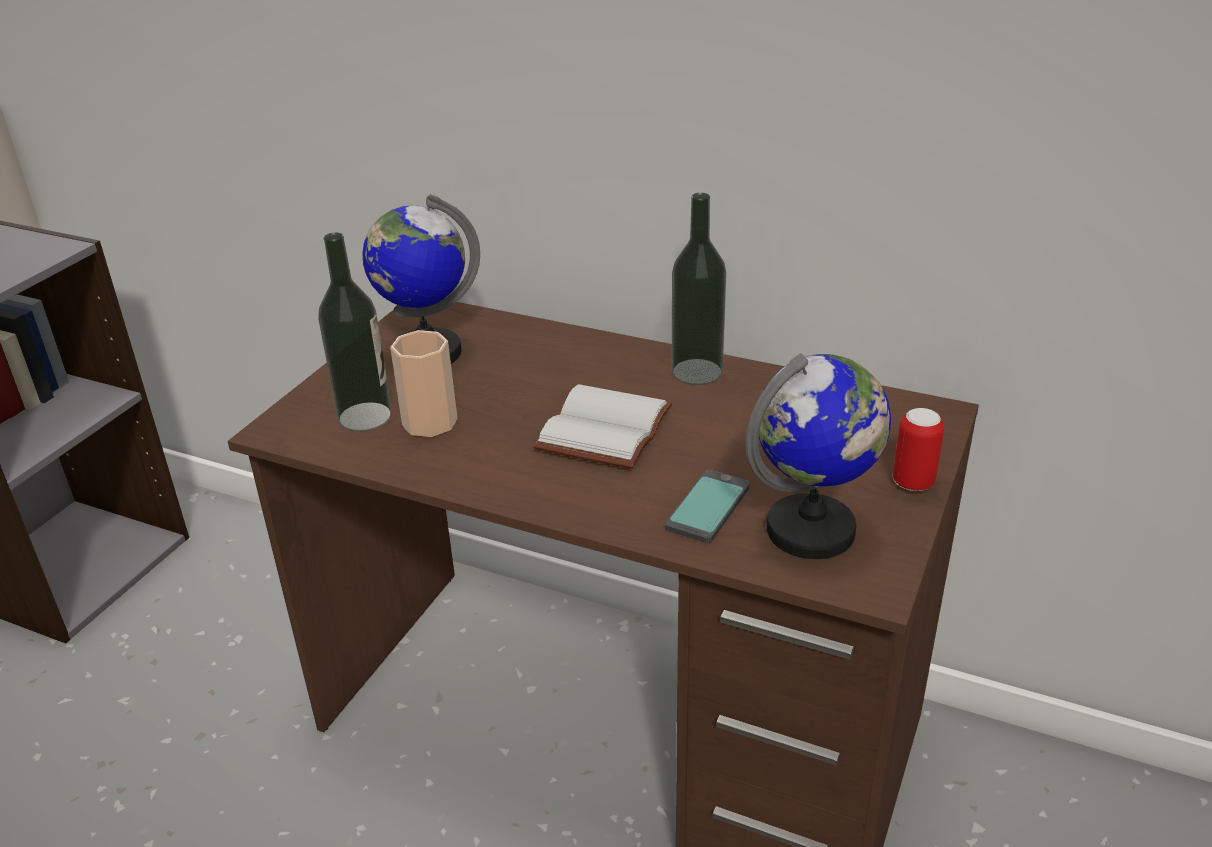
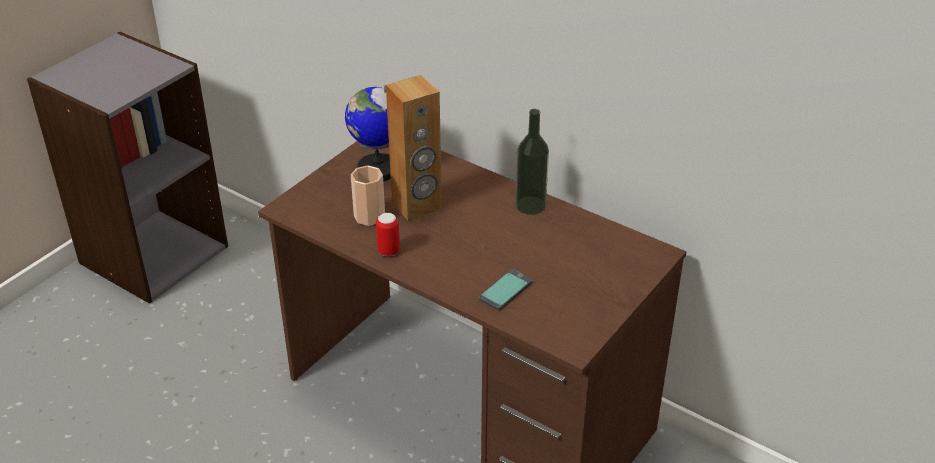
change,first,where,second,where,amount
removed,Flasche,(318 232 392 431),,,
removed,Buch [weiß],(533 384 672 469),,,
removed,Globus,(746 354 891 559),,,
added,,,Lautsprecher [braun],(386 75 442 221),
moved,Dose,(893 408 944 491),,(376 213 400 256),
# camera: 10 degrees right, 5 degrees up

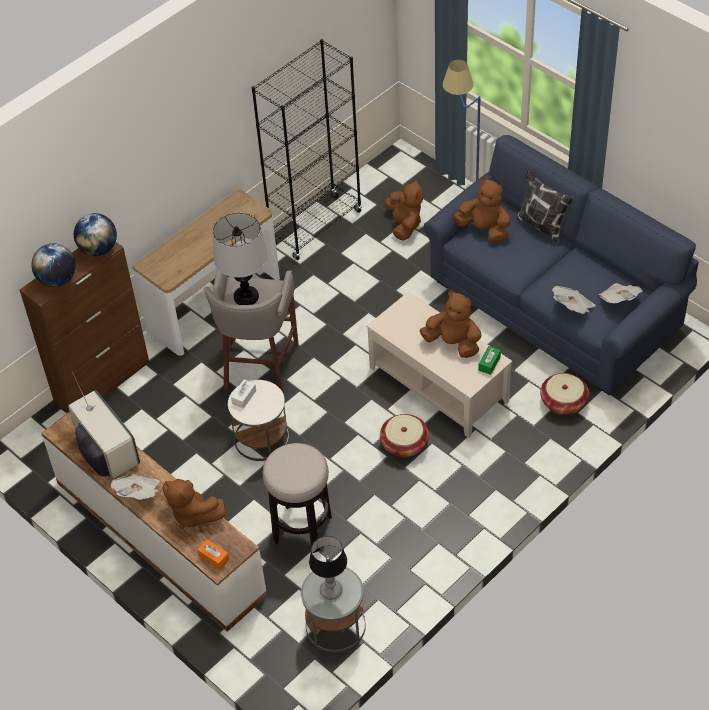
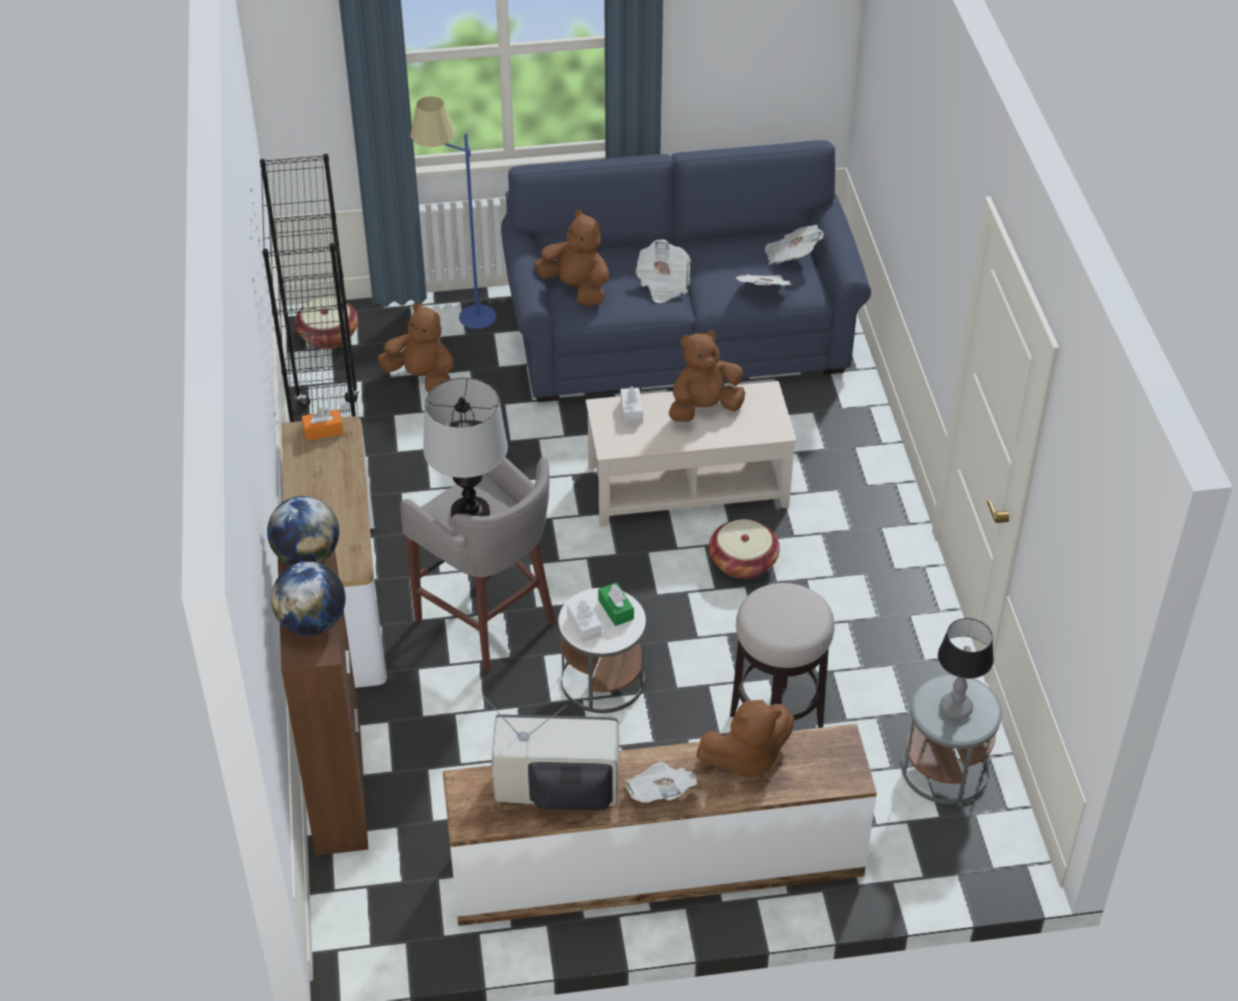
change,first,where,second,where,amount
removed,Kissen,(516 168 574 245),,,
added,,,Taschentuchbox [weiß],(620 386 643 424),
added,,,Zeitung,(635 239 691 303),
moved,Taschentuchbox [orange],(197 540 229 570),,(302 408 344 441),
moved,Taschentuchbox [grün],(478 346 501 375),,(598 582 634 626),
moved,Korb,(540 373 589 415),,(295 297 358 349),
turned,Plüschtier [braun],(453 177 511 243),,(534 210 609 306),60 degrees clockwise
# camera: 55 degrees left, 5 degrees down

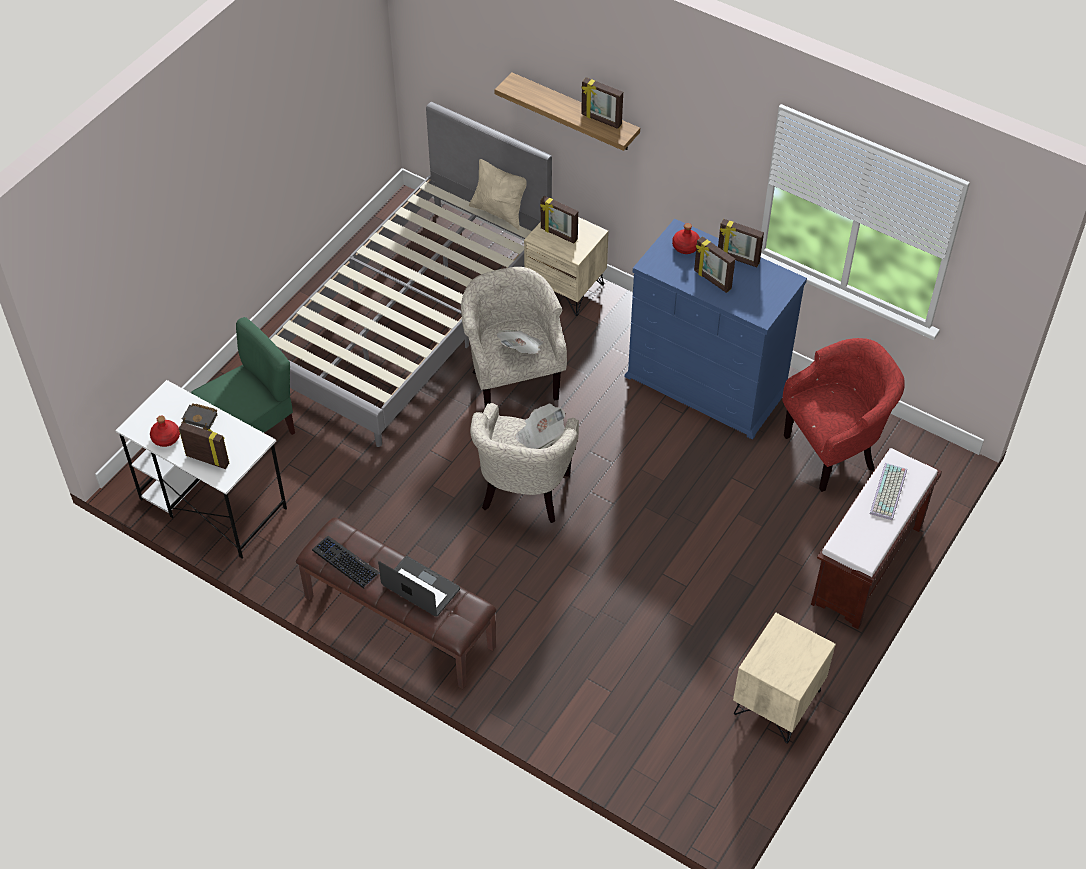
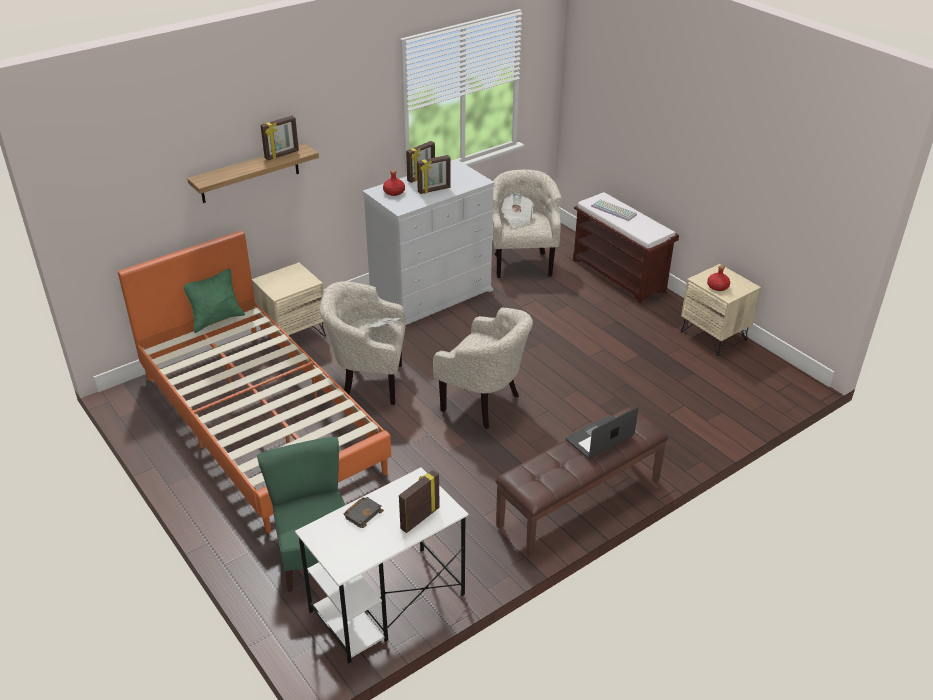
change,first,where,second,where,amount
removed,Tastatur,(312 536 380 589),,,
removed,Bilderrahmen,(540 196 578 244),,,
moved,Flasche [rot],(150 416 180 447),,(707 265 730 291),
moved,Zeitung,(515 404 566 449),,(501 193 534 227),
recoloured,Bett [grau],(269 102 552 447),Bett [orange],(118 231 391 533),
recoloured,Kissen [beige],(469 159 527 230),Kissen [grün],(184 268 245 333),
recoloured,Kommode [blau],(624 219 807 440),Kommode [weiß],(363 159 495 325),
recoloured,Sessel [rot],(782 338 905 492),Sessel [beige],(492 170 562 278),
# camera: 70 degrees left, 15 degrees down

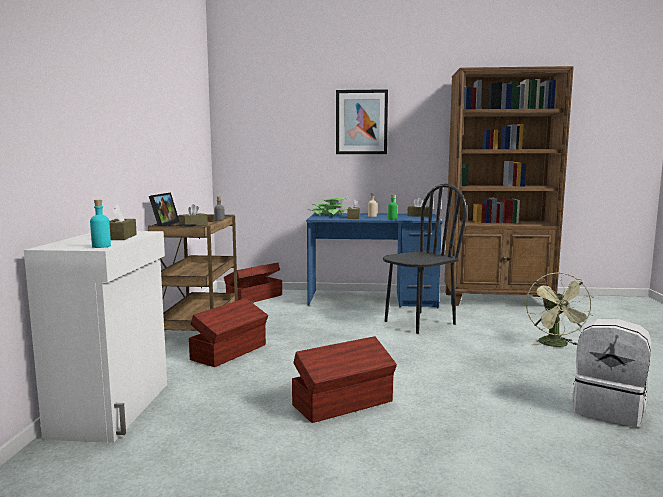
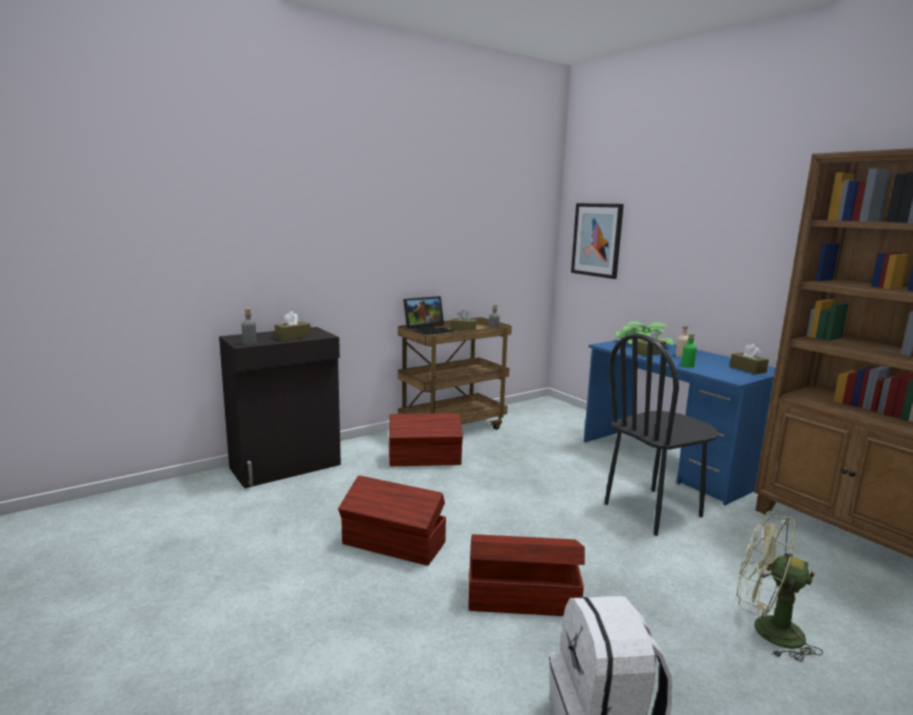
change,first,where,second,where,amount
moved,Aufbewahrungsbox [braun],(224 263 282 303),,(469 534 585 616),
moved,Bild,(336 89 388 154),,(571 203 624 279),
recoloured,Schrank [weiß],(24 231 167 443),Schrank [schwarz],(219 327 341 488),
recoloured,Flasche [türkis],(90 200 111 248),Flasche [grau],(242 308 257 345),
turned,Stuhl [schwarz],(383 184 467 334),,(604 333 718 536),135 degrees clockwise
turned,Ventilator [grün],(526 273 594 347),,(737 511 823 662),60 degrees clockwise
# camera: 50 degrees right, 5 degrees up

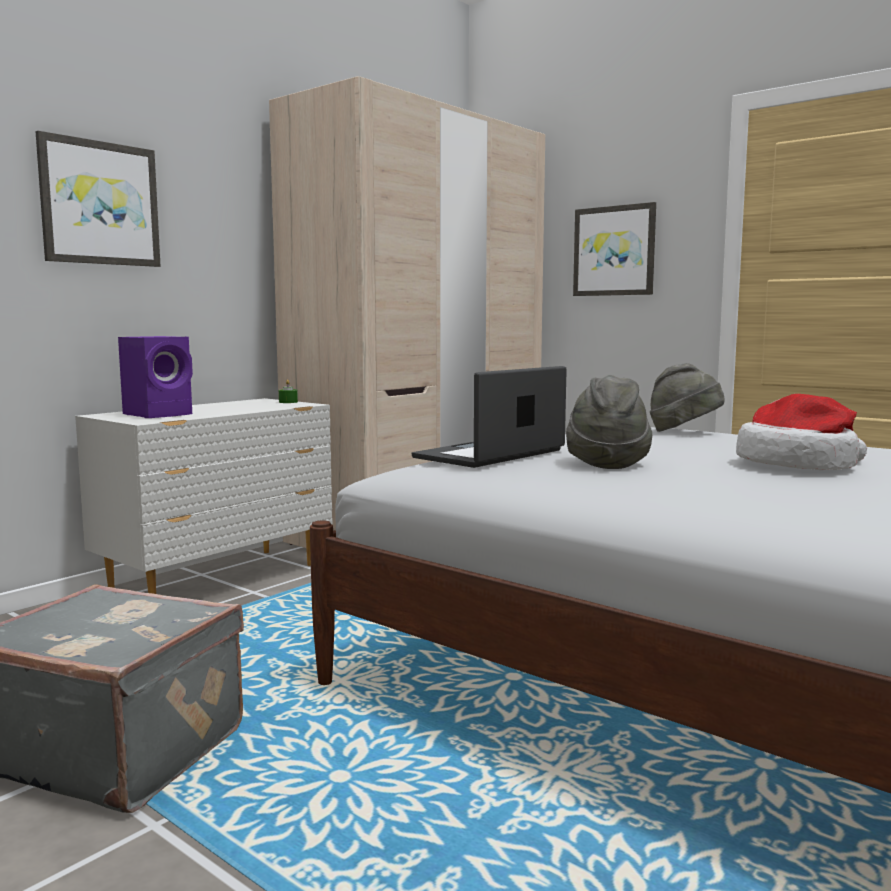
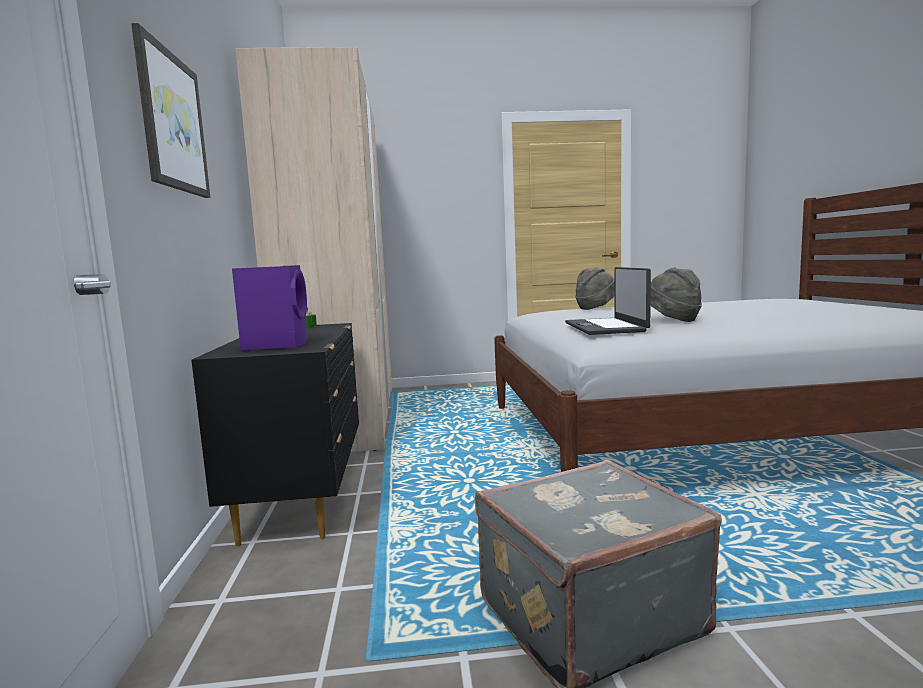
change,first,where,second,where,amount
removed,Bild,(573 202 656 296),,,
removed,Hut,(736 394 867 470),,,
recoloured,Kommode [weiß],(75 398 332 594),Kommode [schwarz],(191 323 359 546),
# camera: 45 degrees left, 0 degrees up

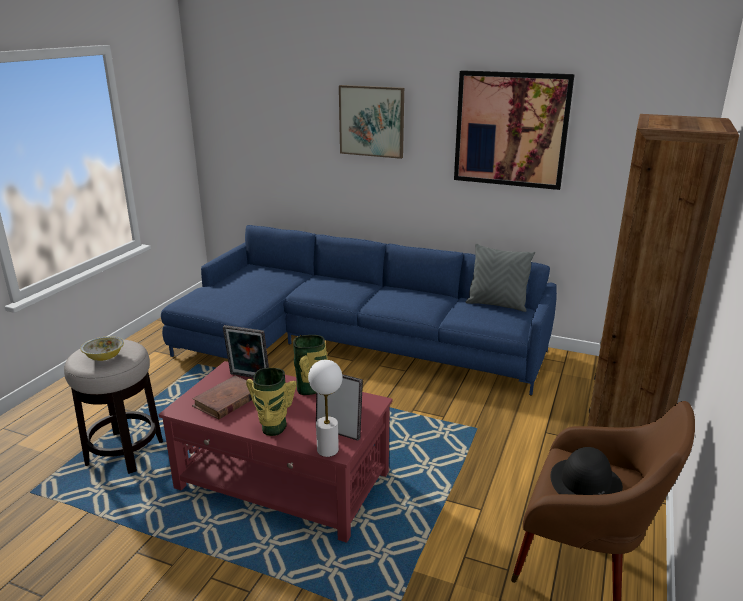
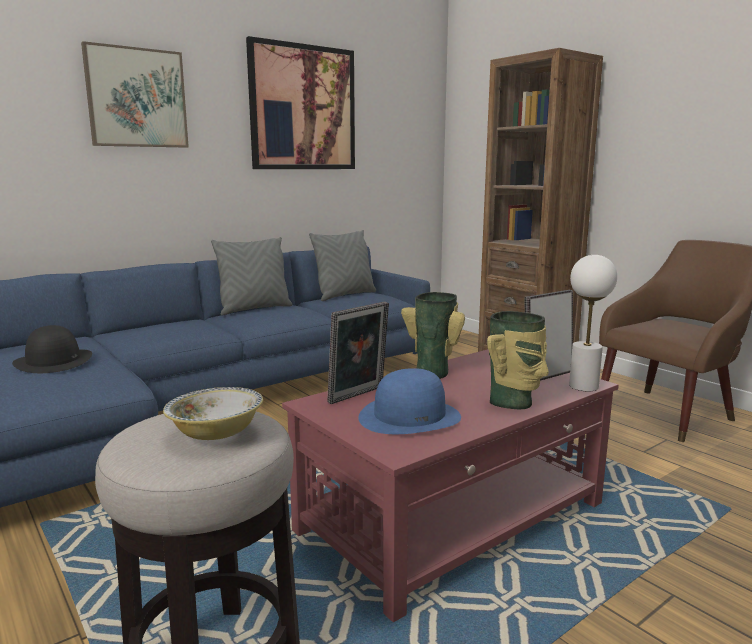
change,first,where,second,where,amount
added,,,Kissen [grau],(211 237 293 315),
moved,Hut [schwarz],(551 447 623 495),,(12 325 92 373),
replaced,Buch [braun],(192 376 252 419),Hut [blau],(358 368 461 434),
# camera: 60 degrees left, 10 degrees down

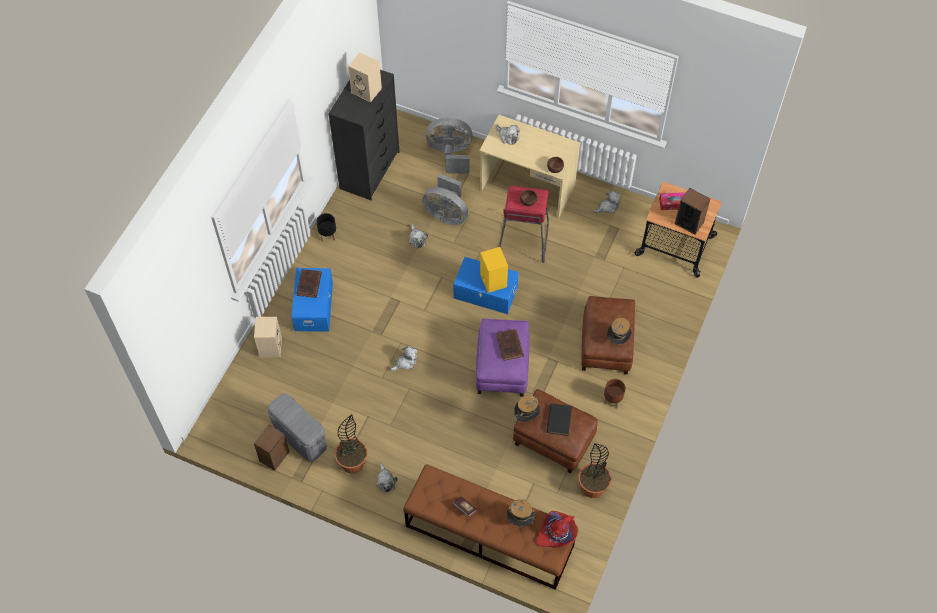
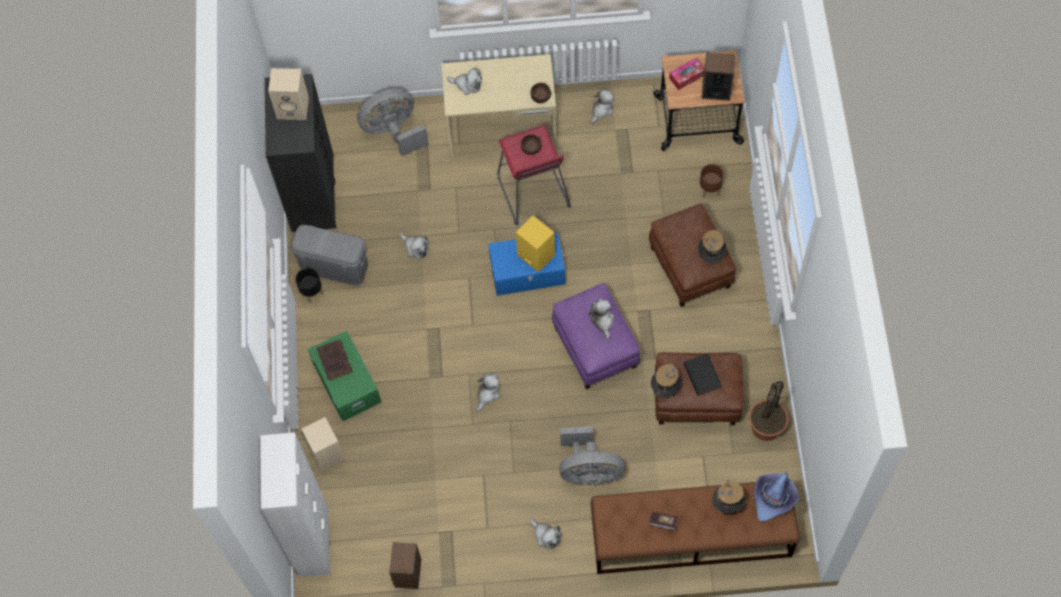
change,first,where,second,where,amount
removed,Topfpflanze,(335 414 367 473),,,
added,,,Schrank [weiß],(260 432 330 577),
moved,Aufbewahrungsbox [grau],(267 394 327 462),,(290 225 368 285),
moved,Ventilator [grau],(422 174 468 225),,(559 427 625 486),
moved,Pflanzkübel [braun],(604 379 626 408),,(700 164 724 197),
replaced,Buch [braun],(496 329 524 361),Plüschtier,(589 299 614 340),
recoloured,Aufbewahrungsbox [blau],(291 268 333 332),Aufbewahrungsbox [grün],(308 331 381 421),
recoloured,Hut [rot],(536 511 577 547),Hut [lila],(754 472 799 522),
# camera: 25 degrees left, 5 degrees up

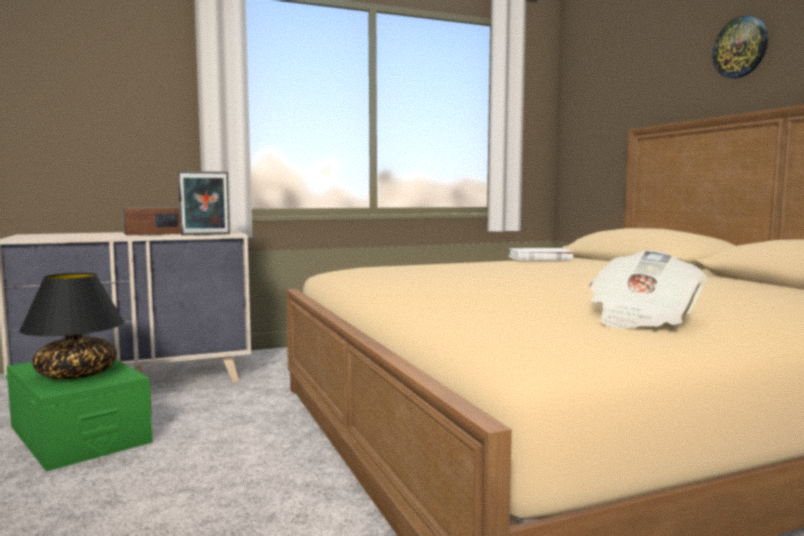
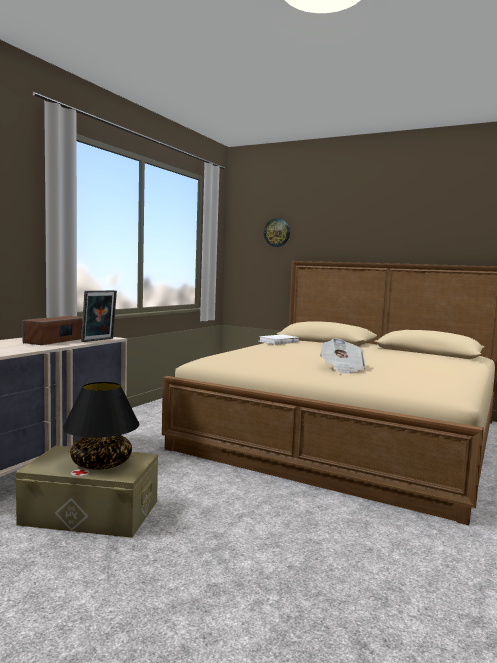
change,first,where,second,where,amount
moved,Zeitung,(589 250 707 328),,(320 339 365 374),
moved,Wanduhr,(713 16 768 78),,(264 218 290 247),
recoloured,Aufbewahrungsbox [grün],(5 359 153 472),Aufbewahrungsbox [beige],(16 446 158 538),
# camera: 40 degrees left, 0 degrees up

